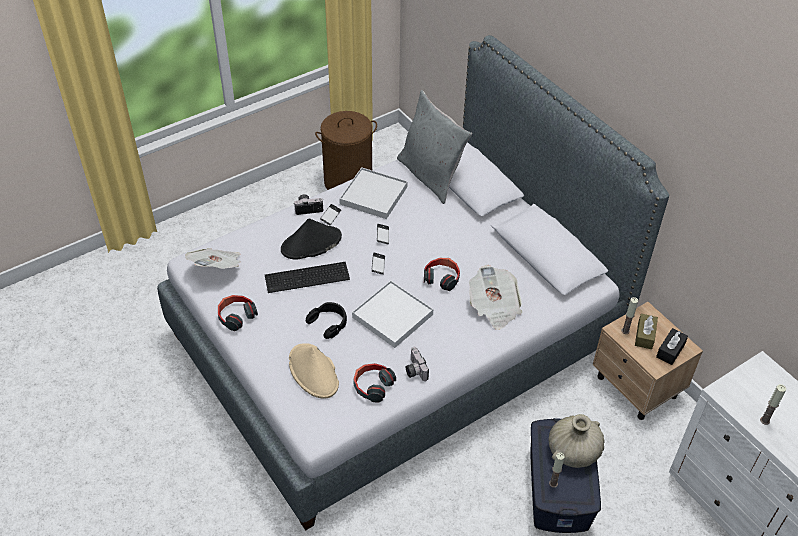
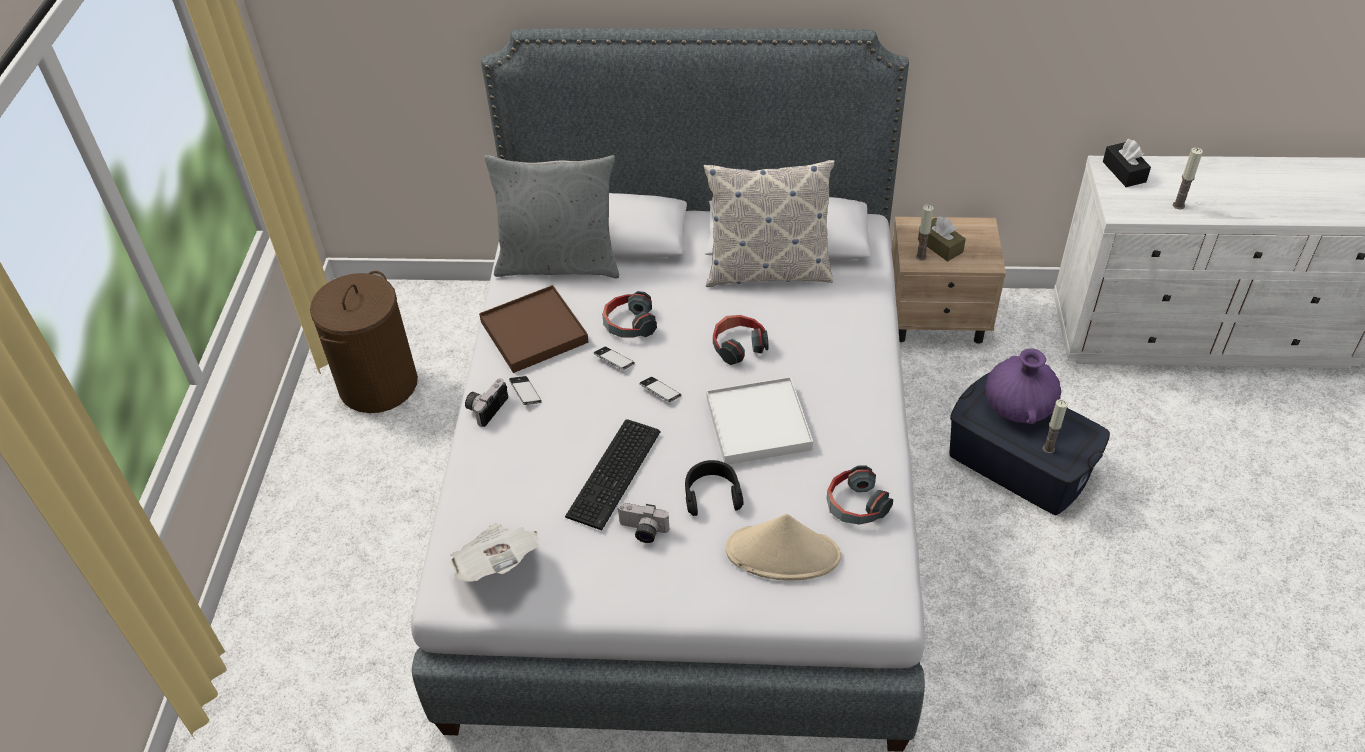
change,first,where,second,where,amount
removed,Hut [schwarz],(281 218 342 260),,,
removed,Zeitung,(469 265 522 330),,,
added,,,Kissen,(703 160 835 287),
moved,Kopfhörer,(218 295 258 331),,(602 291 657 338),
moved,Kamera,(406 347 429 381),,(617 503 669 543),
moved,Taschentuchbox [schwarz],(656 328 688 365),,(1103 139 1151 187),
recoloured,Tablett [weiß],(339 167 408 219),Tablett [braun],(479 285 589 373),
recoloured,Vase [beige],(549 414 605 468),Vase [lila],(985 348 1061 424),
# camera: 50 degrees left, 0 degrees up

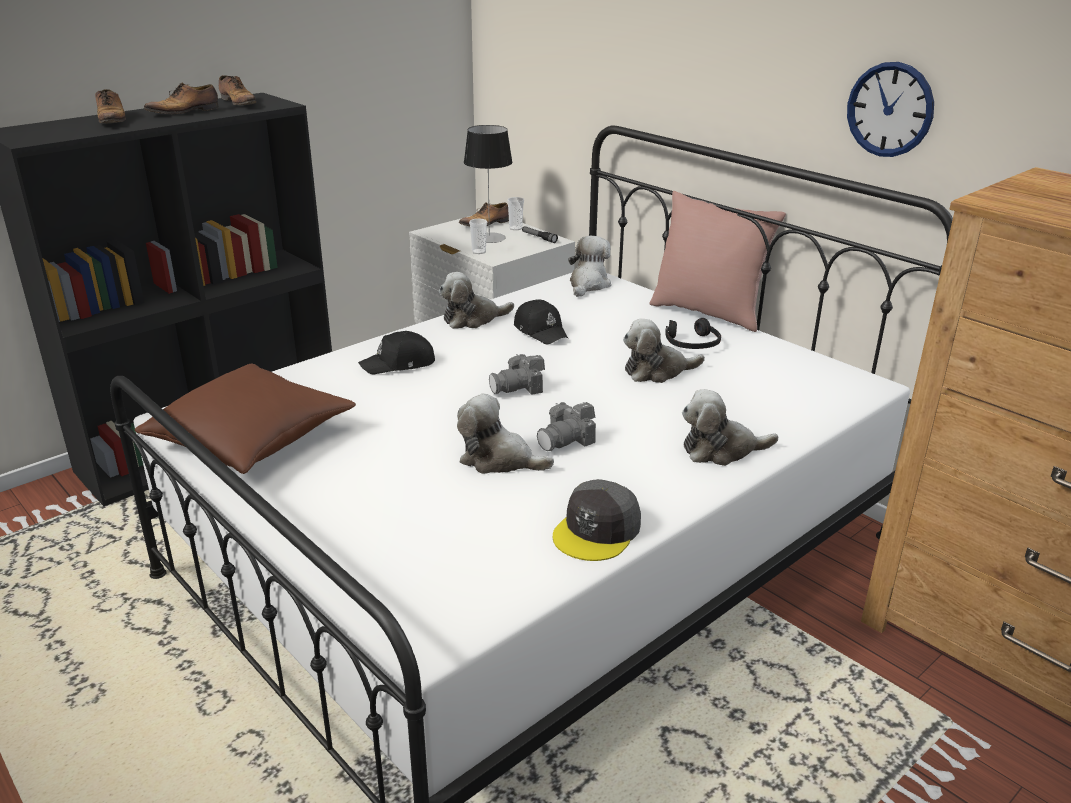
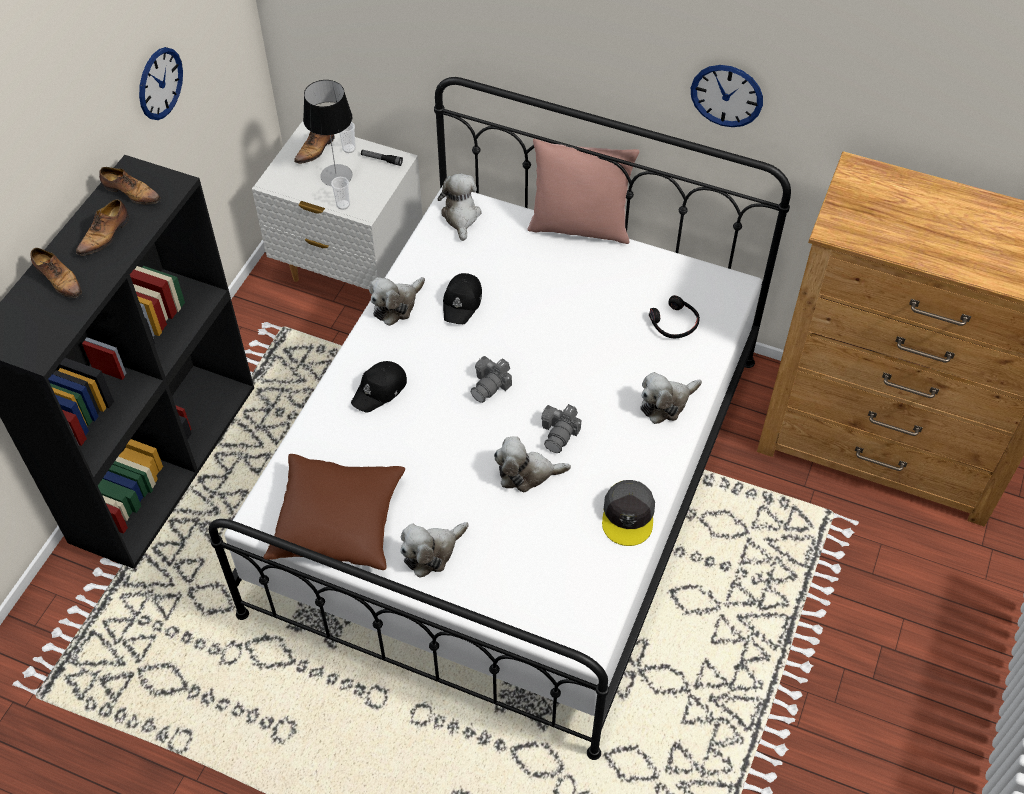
change,first,where,second,where,amount
added,,,Wanduhr,(139 47 183 120),
moved,Plüschtier,(623 319 705 383),,(400 522 469 578),
moved,Kopfhörer [schwarz],(665 318 721 349),,(649 295 700 338),
turned,Kappe [schwarz],(514 300 568 344),,(443 273 482 324),75 degrees clockwise
# camera: 25 degrees left, 25 degrees up

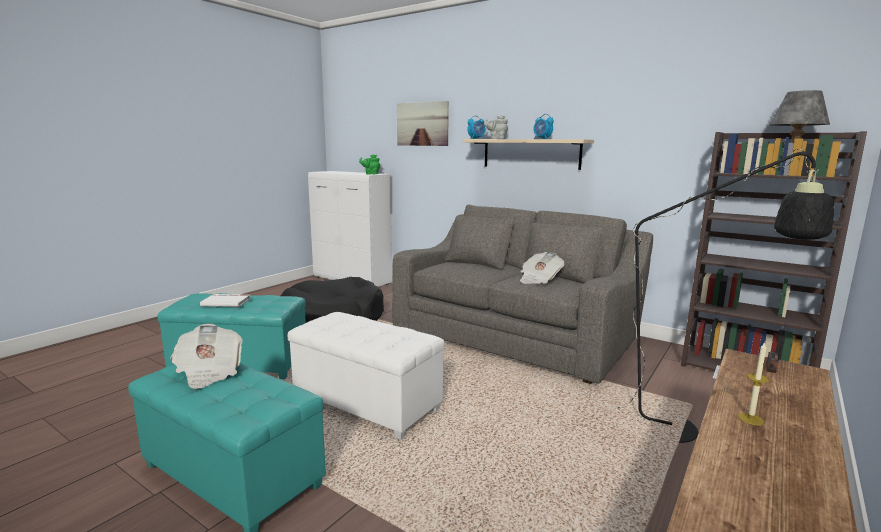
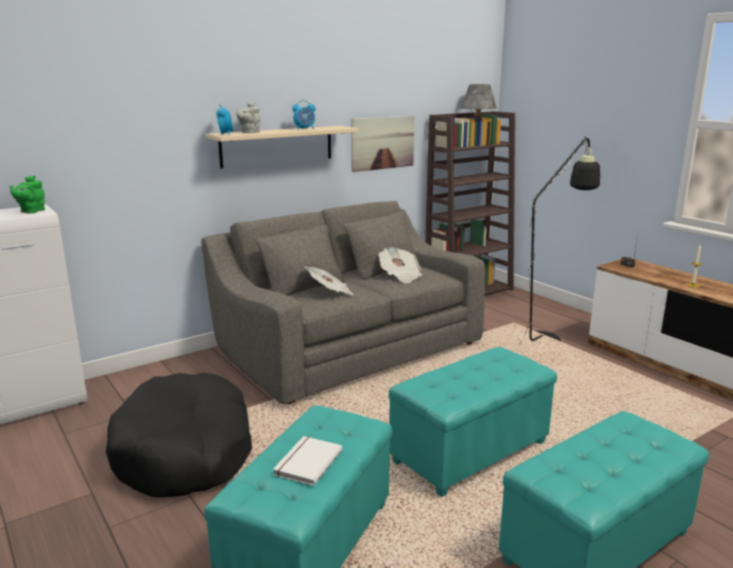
change,first,where,second,where,amount
moved,Zeitung,(170 324 243 389),,(304 266 354 295),
moved,Bild,(397 101 449 146),,(351 116 414 172),
recoloured,Polsterhocker [weiß],(288 312 445 440),Polsterhocker [türkis],(389 347 557 497),
# camera: 70 degrees left, 5 degrees up

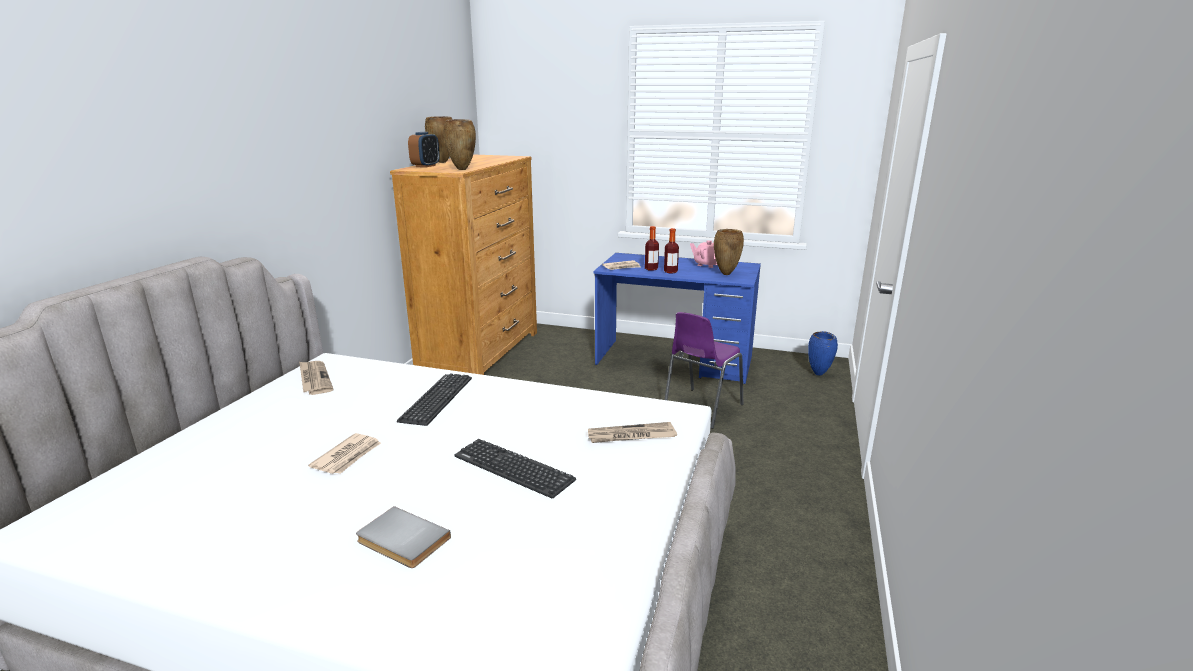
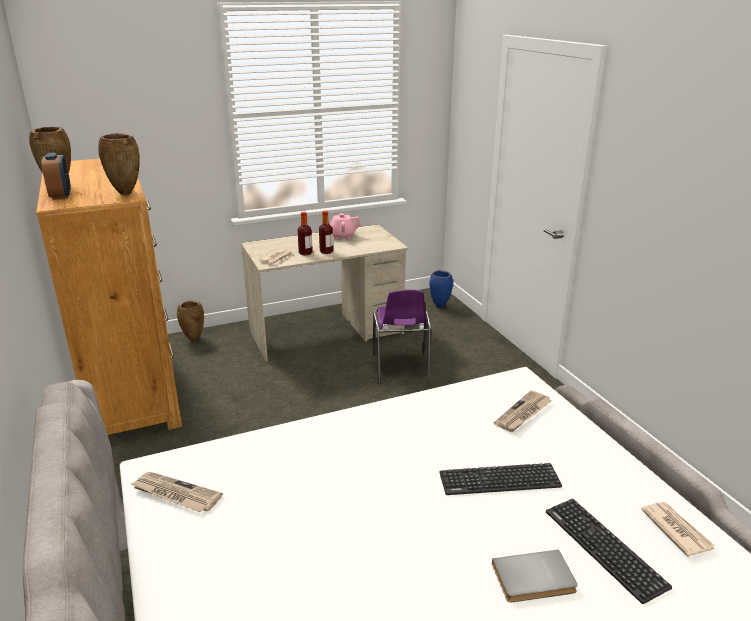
change,first,where,second,where,amount
moved,Zeitung,(308 433 381 474),,(641 502 715 557),
moved,Tastatur,(397 373 472 426),,(546 499 672 604),
moved,Vase [braun],(714 229 744 275),,(177 301 204 341),
recoloured,Schreibtisch [blau],(593 253 761 384),Schreibtisch [beige],(241 224 408 361),
# camera: 40 degrees left, 5 degrees up

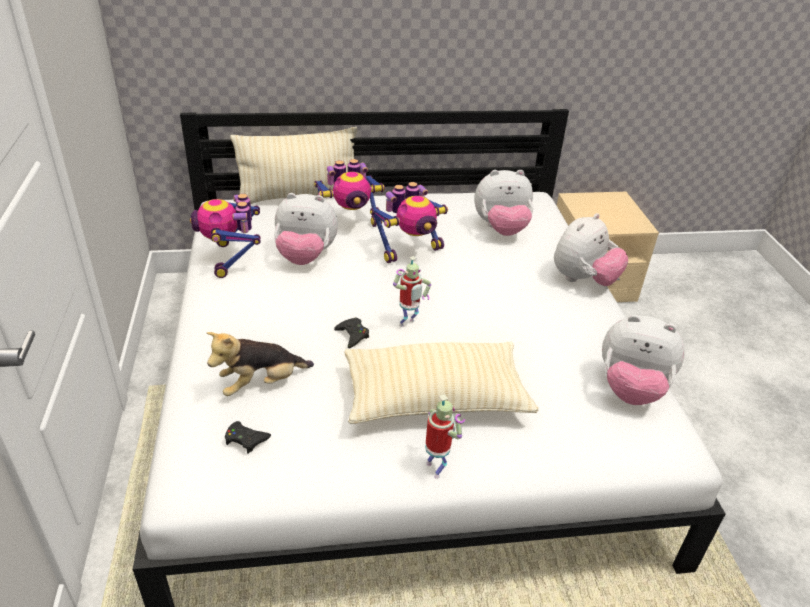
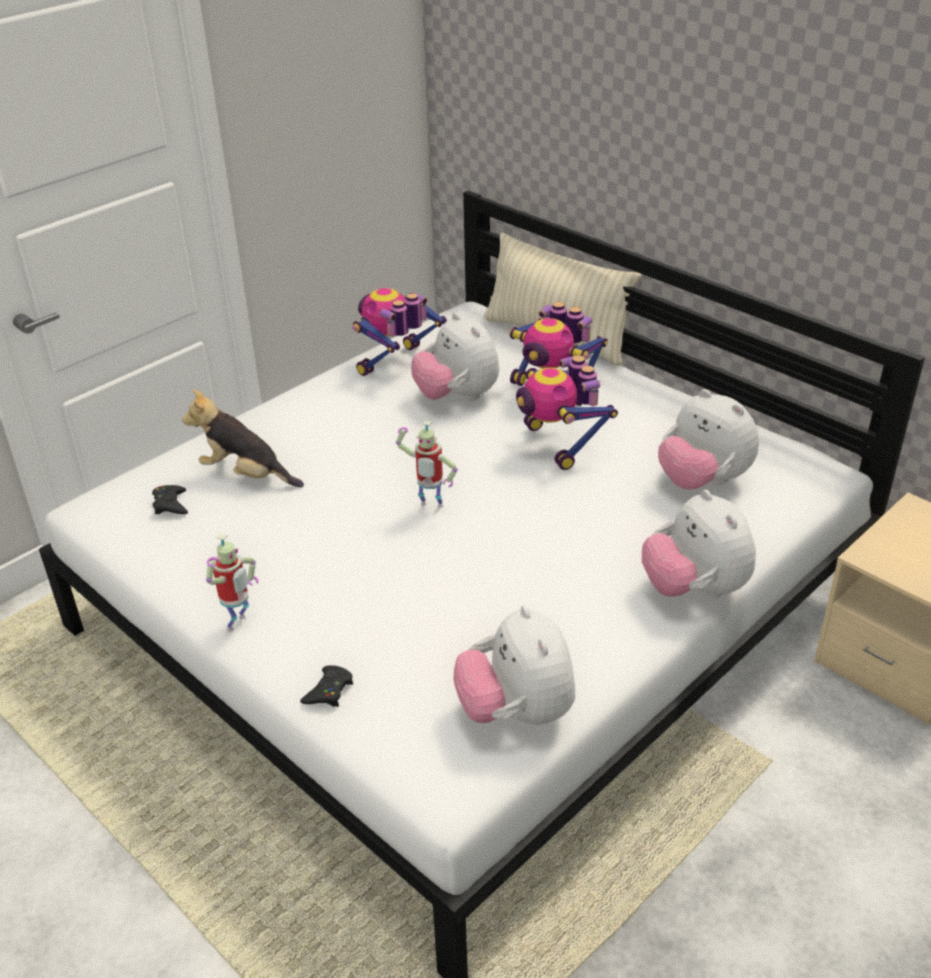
change,first,where,second,where,amount
removed,Kissen [beige],(345 341 538 424),,,
moved,Gamepad [schwarz],(334 317 369 348),,(300 665 353 707),
turned,Spielzeugroboter,(370 182 448 263),,(516 355 618 470),45 degrees clockwise
turned,Plüschtier,(554 213 628 286),,(642 490 756 597),60 degrees clockwise
# camera: 55 degrees right, 0 degrees up

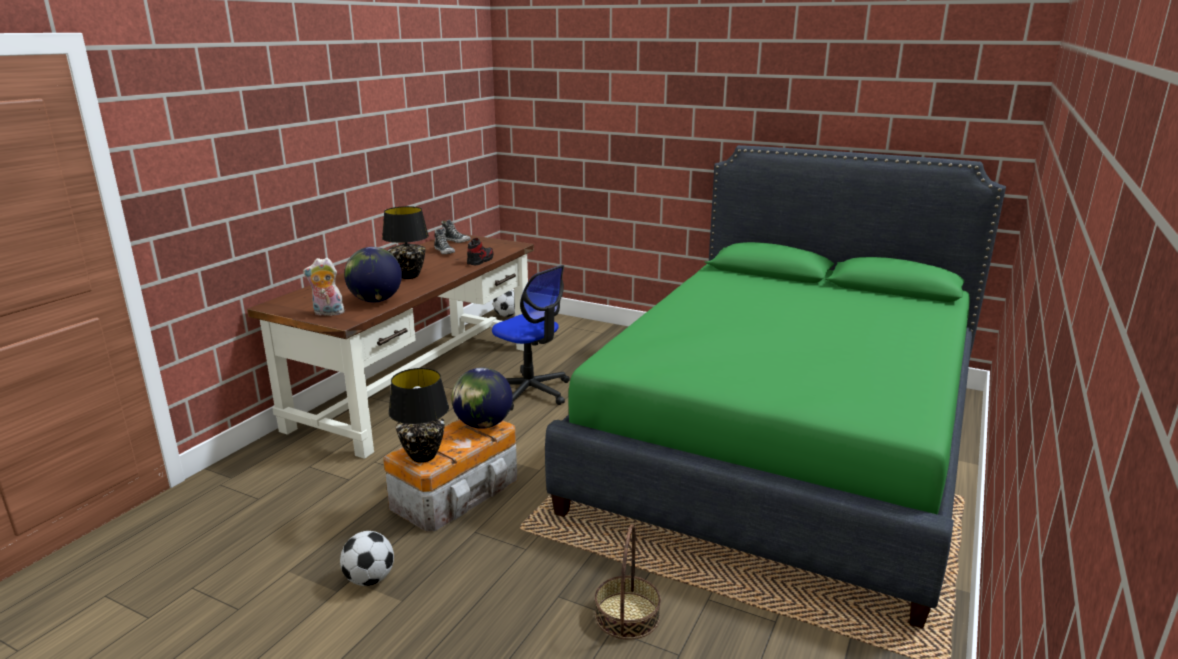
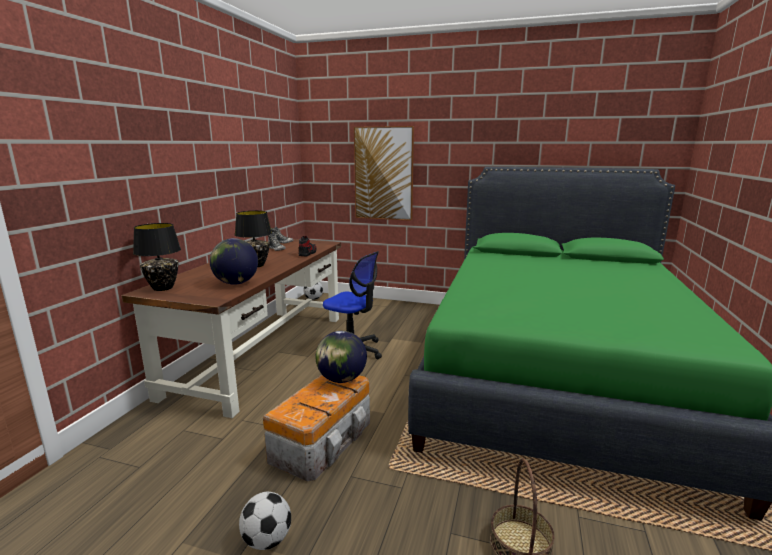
change,first,where,second,where,amount
removed,Plüschtier,(303 258 345 316),,,
added,,,Bild,(354 126 414 221),
moved,Tischlampe [schwarz],(388 368 449 463),,(133 223 181 291),
# camera: 10 degrees left, 5 degrees down

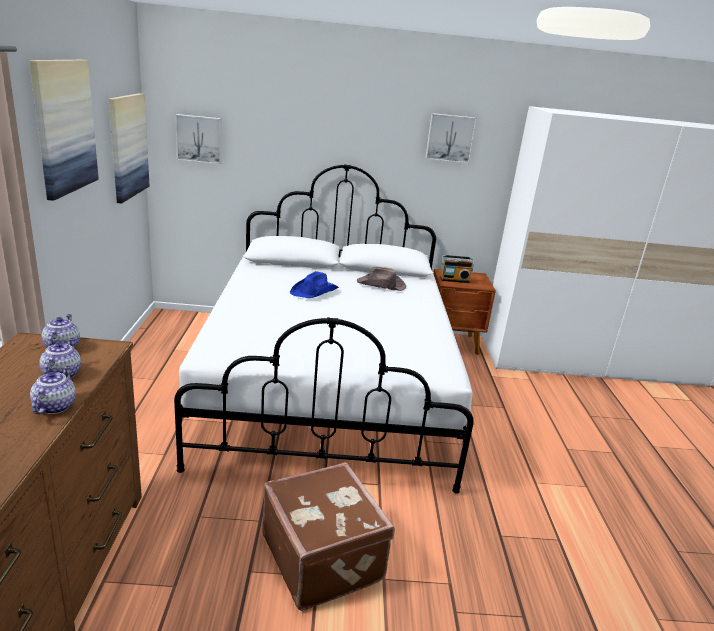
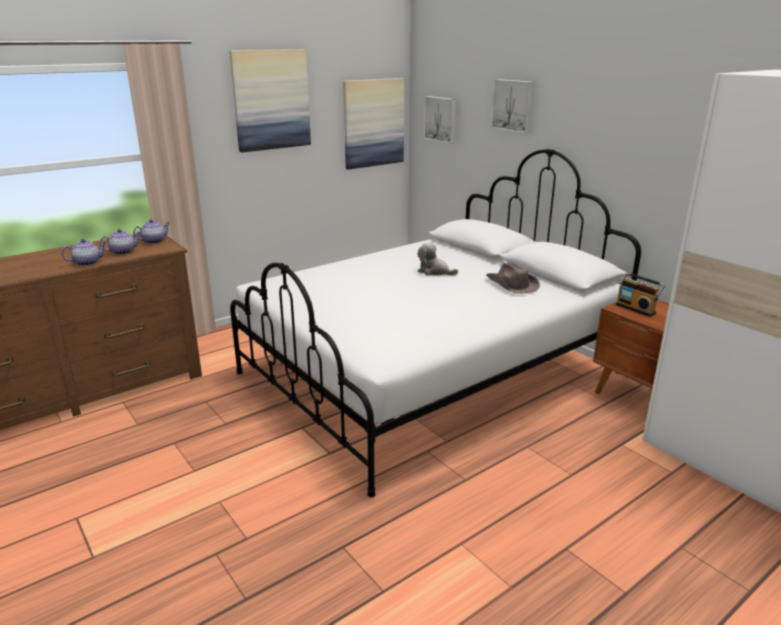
change,first,where,second,where,amount
removed,Koffer [braun],(262 462 395 611),,,
moved,Bild,(426 113 477 163),,(491 79 534 133),
replaced,Hut [blau],(290 271 339 298),Plüschtier,(418 242 458 275),
# camera: 55 degrees right, 0 degrees up

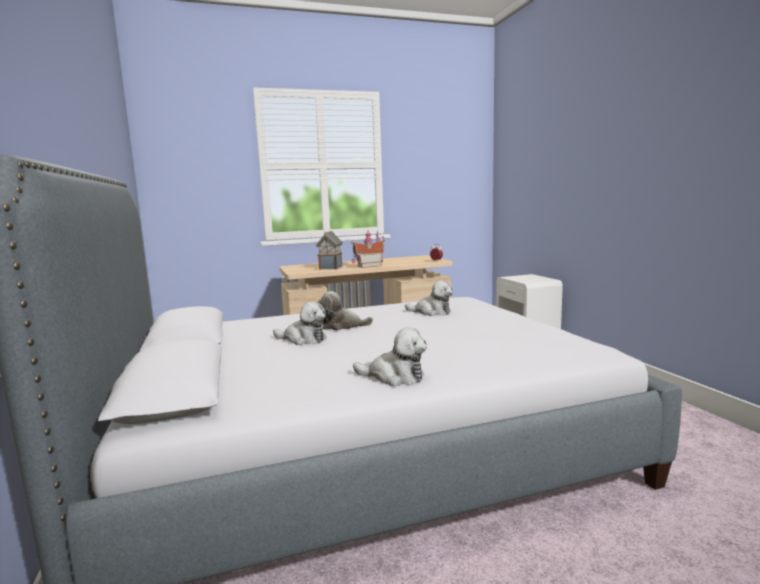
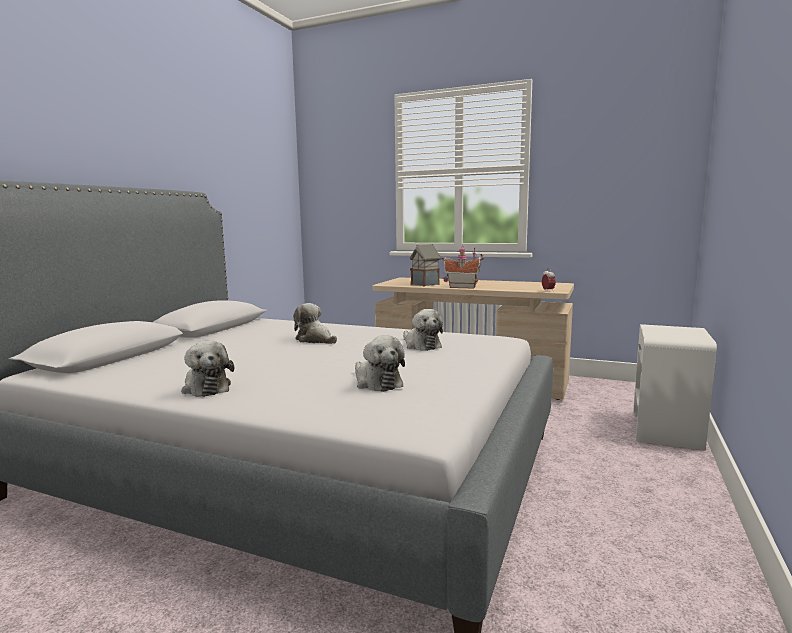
change,first,where,second,where,amount
moved,Plüschtier,(273 301 327 345),,(355 336 405 392),
# camera: 40 degrees right, 0 degrees up

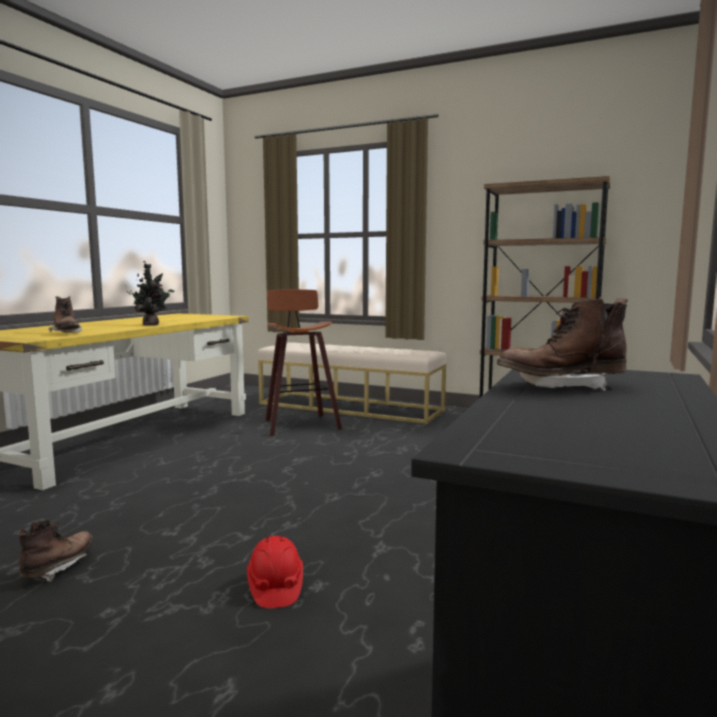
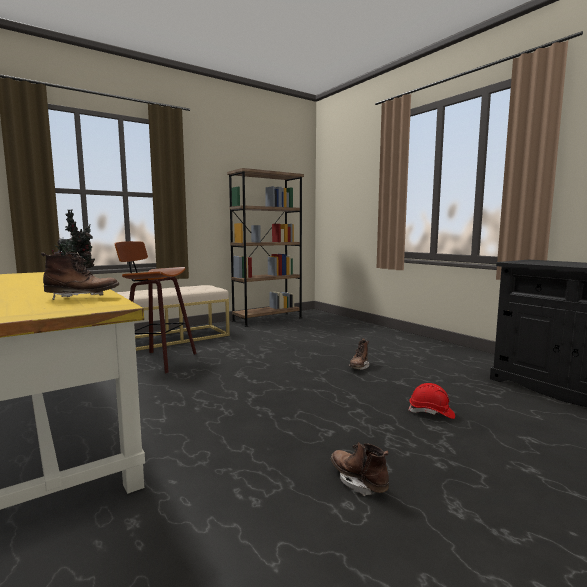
change,first,where,second,where,amount
moved,Stiefel [braun],(497 298 628 391),,(348 339 369 370),
# camera: 60 degrees left, 0 degrees up

